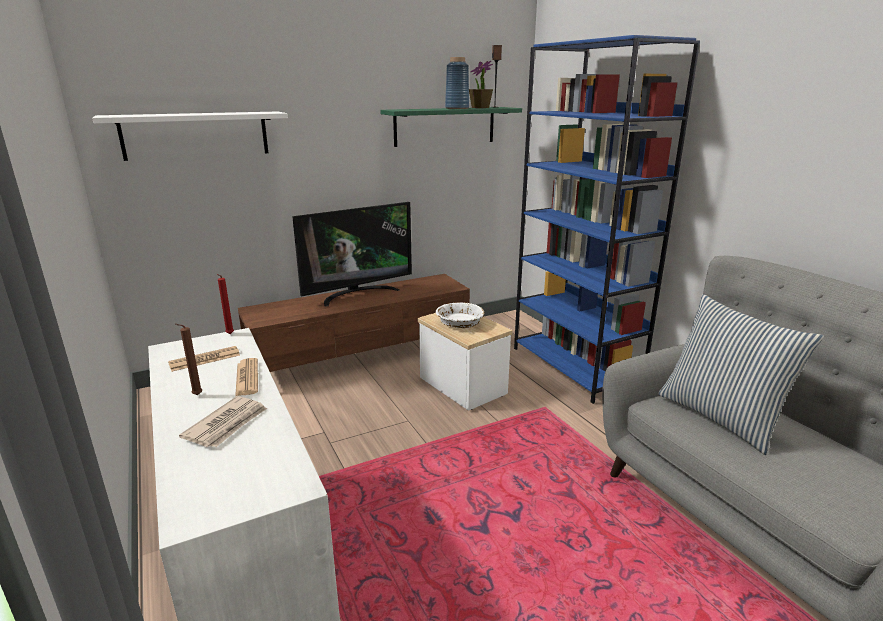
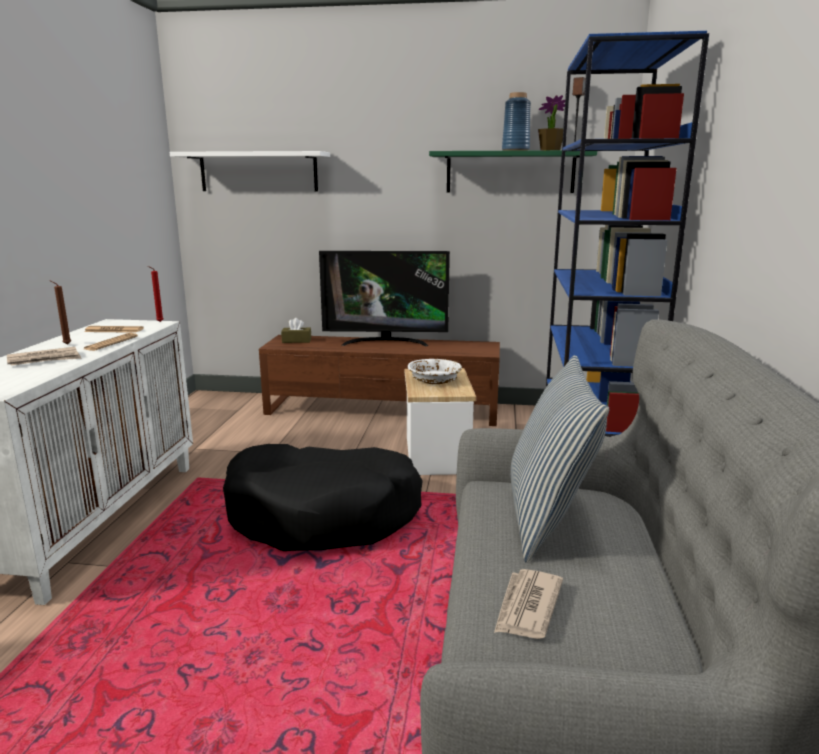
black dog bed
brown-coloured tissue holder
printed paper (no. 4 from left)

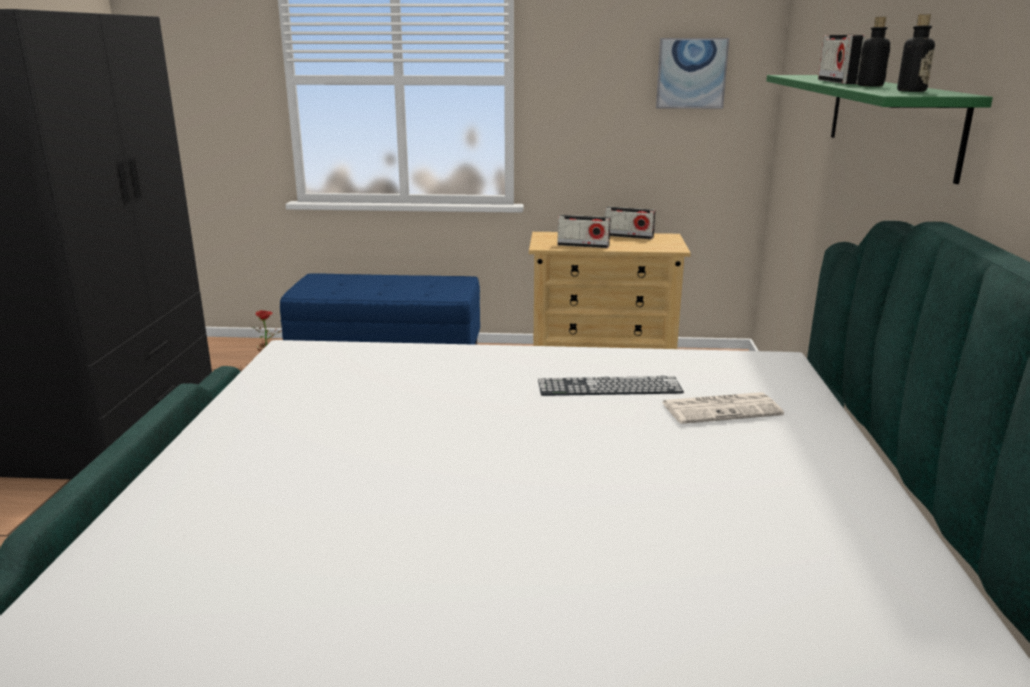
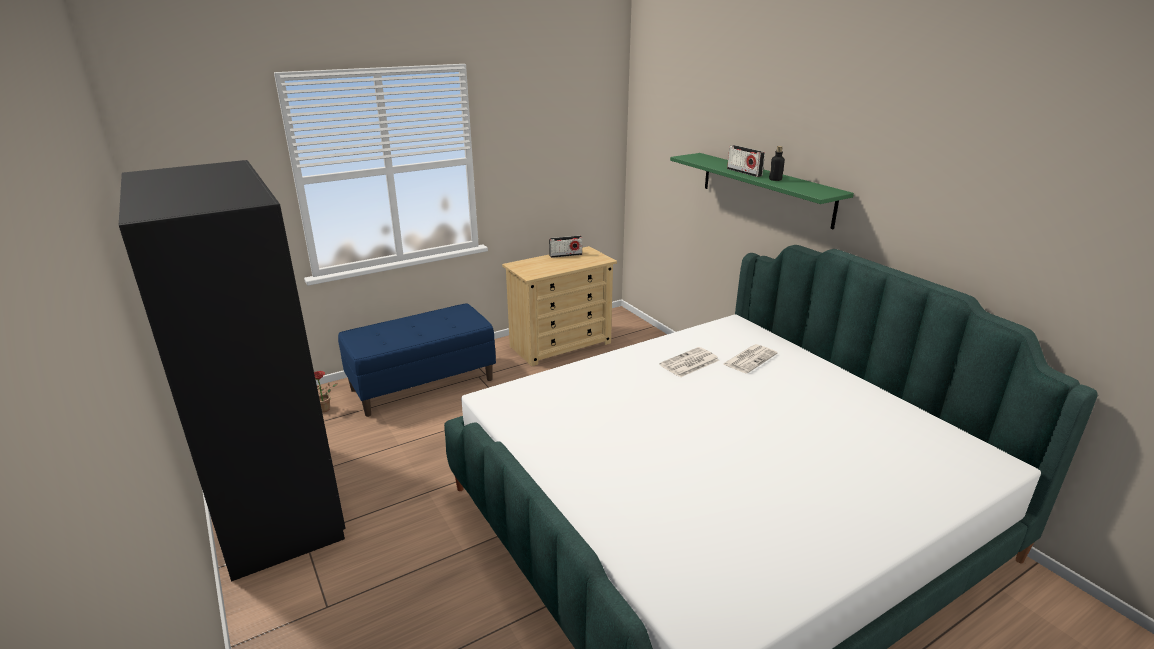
printed paper (no. 1 from left)
radio set (no. 1 from left in the first image)
wall art
beverage bottle (no. 2 from left in the first image)

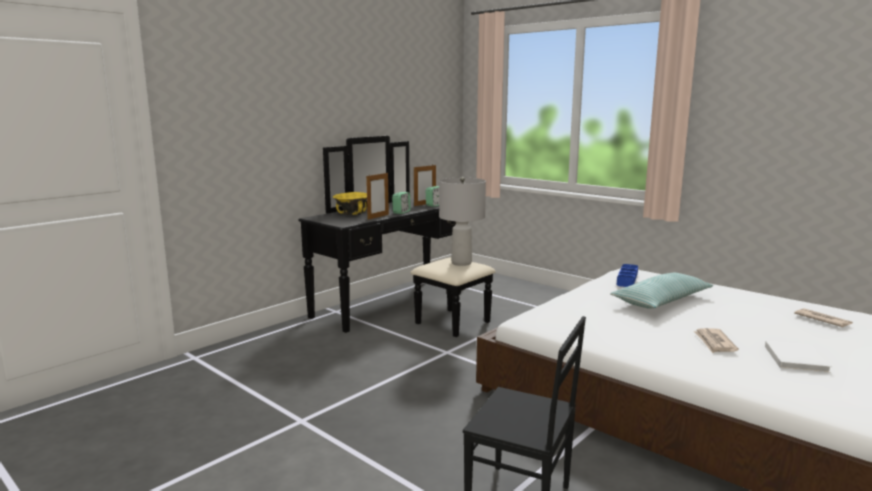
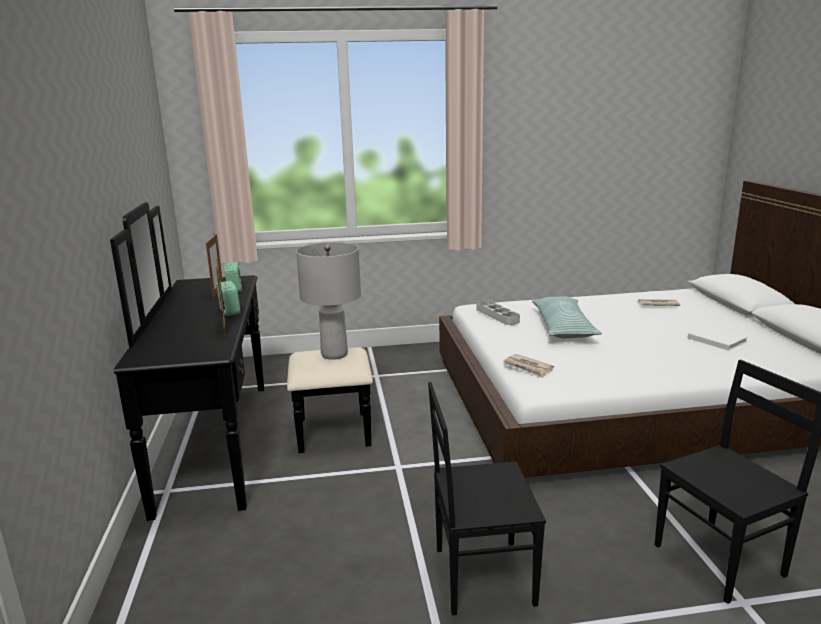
yellow serving bowl
greyish tray
printed paper (no. 1 from left)
black upright chair (no. 1 from left)

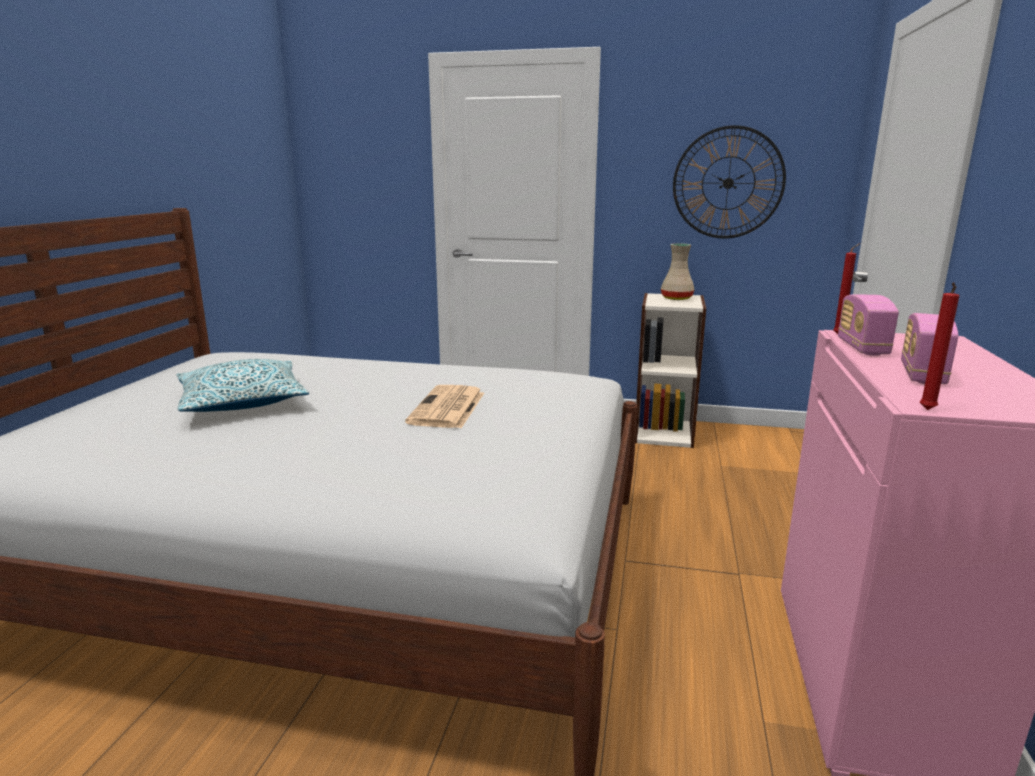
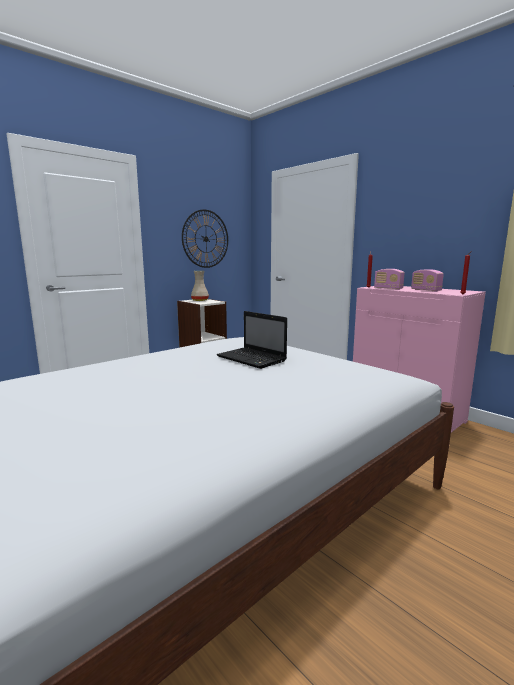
cushion
notebook computer

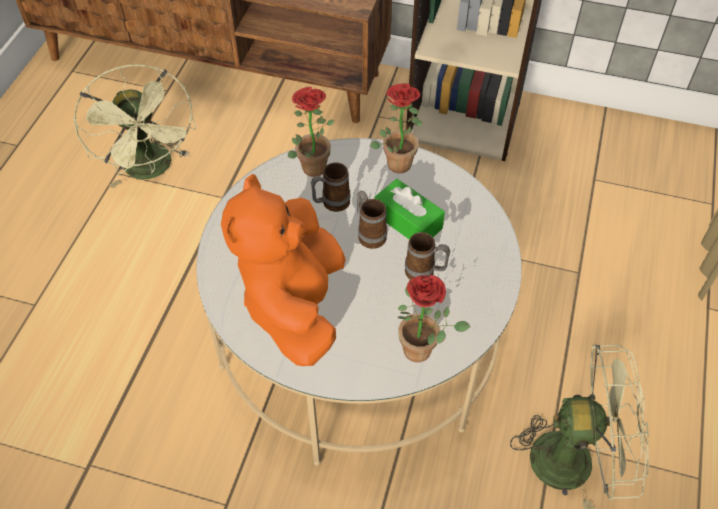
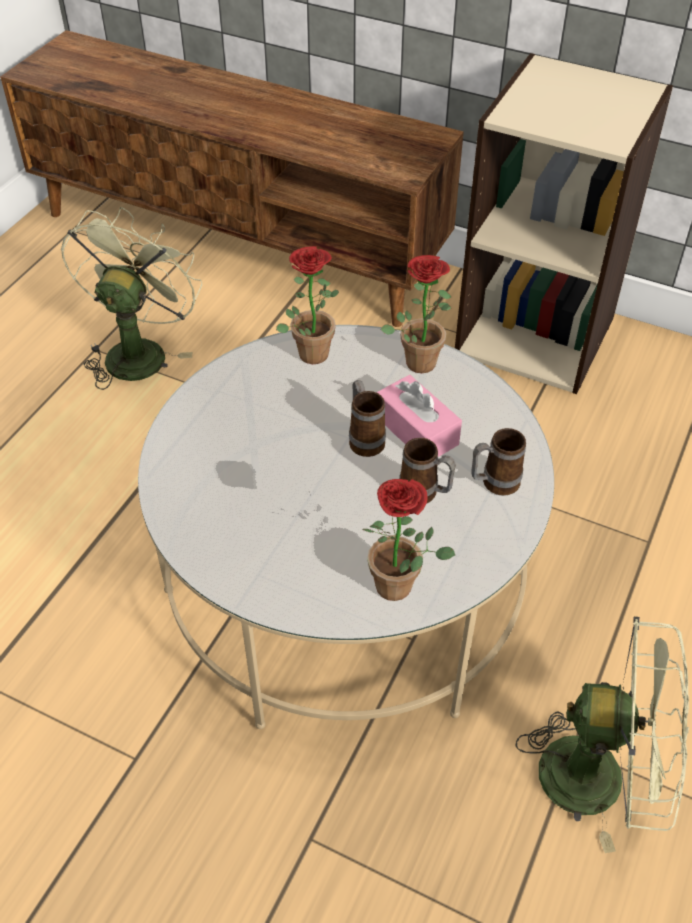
green cooling fan (no. 1 from left)
orange soft toy
tea mug (no. 3 from left)
pink-coloured tissue holder

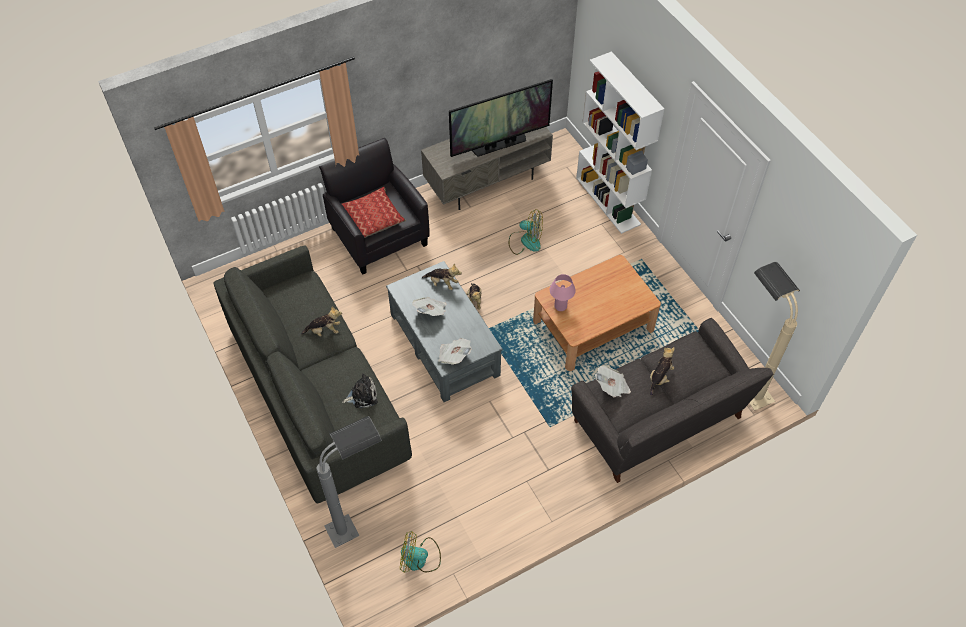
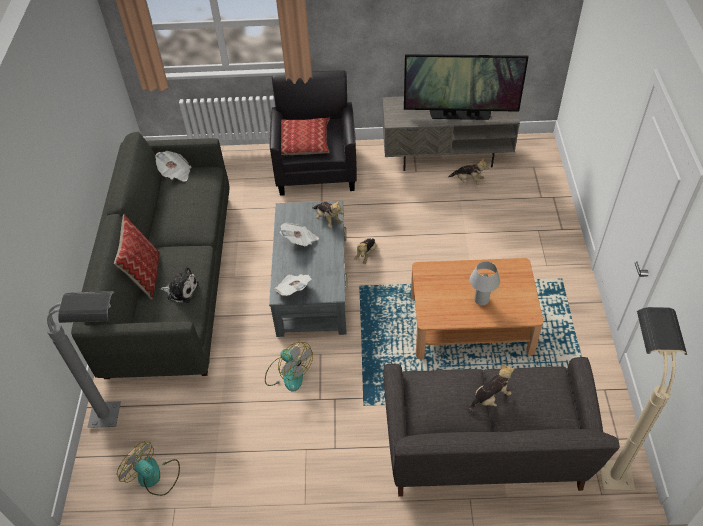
soft toy (no. 4 from left)
cooling fan (no. 2 from left)
pink-coloured table lamp
white-coloured bookshelf
printed paper (no. 1 from left)
cushion (no. 1 from left)
white-coloured table lamp

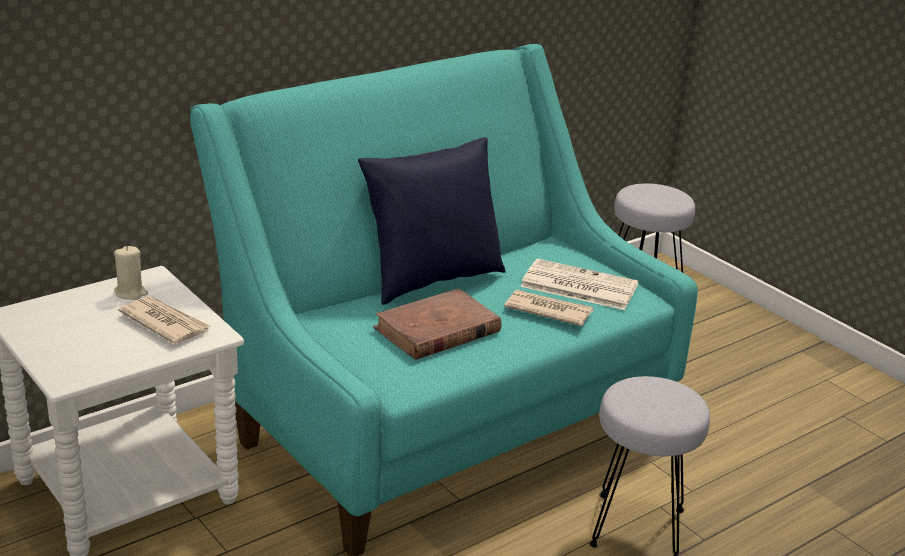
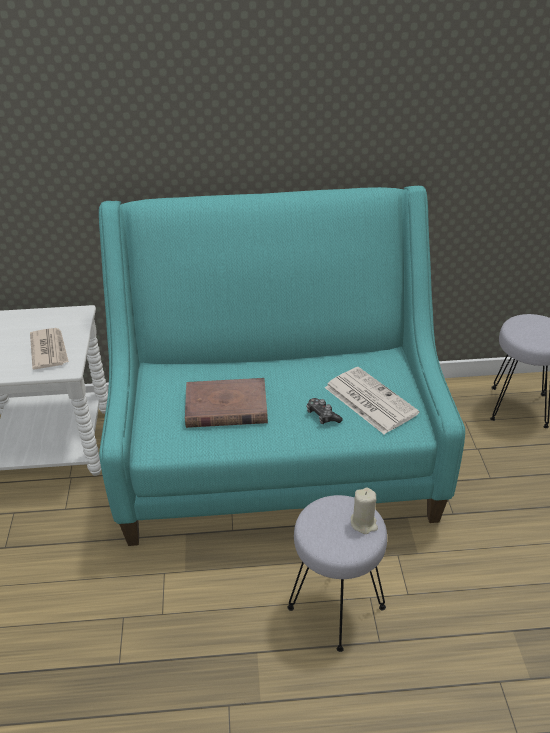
sand-coloured wax light
bluish cushion
game controller

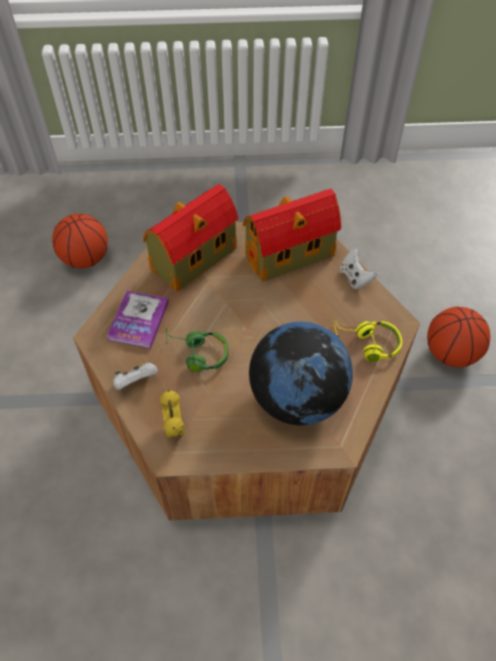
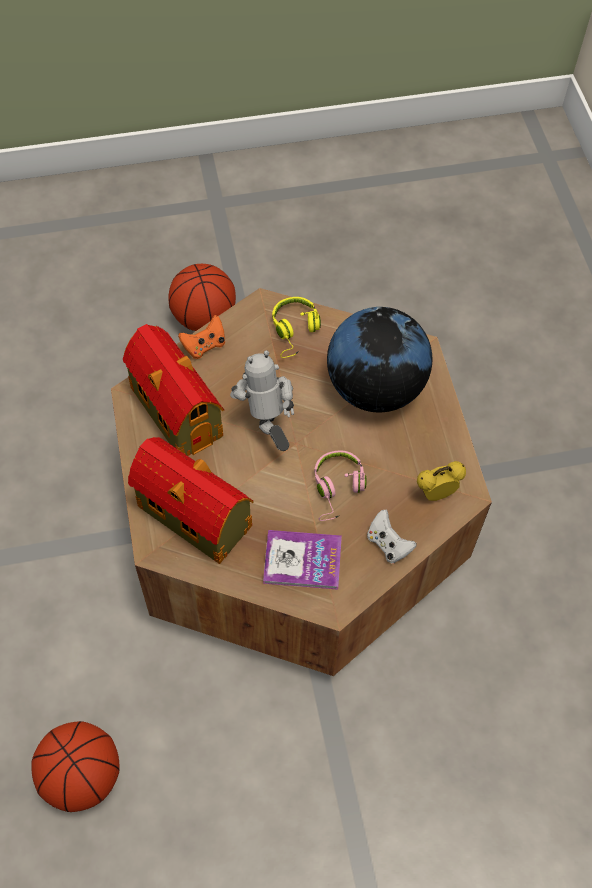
pink-coloured headset
orange game controller
toy robot

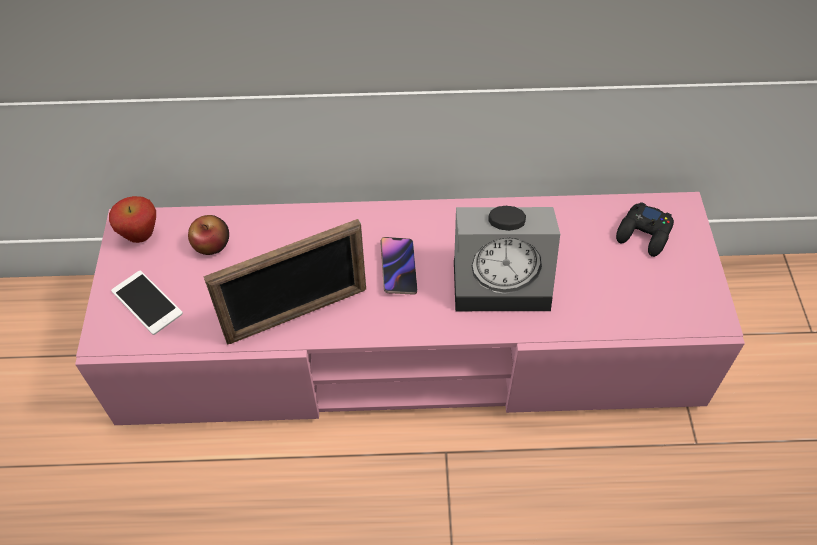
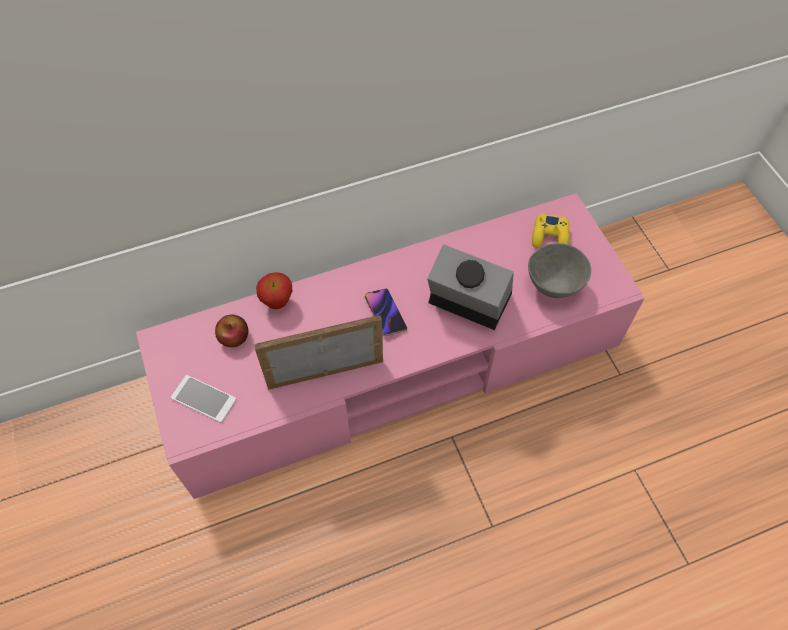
apple (no. 2 from left)
standing frame
bedside clock
yellow game controller
greyish serving bowl

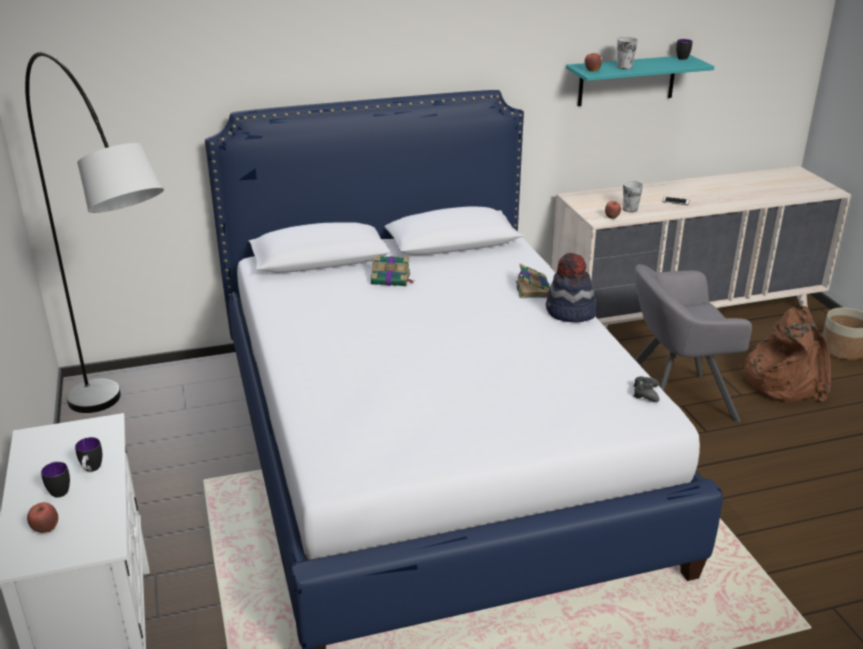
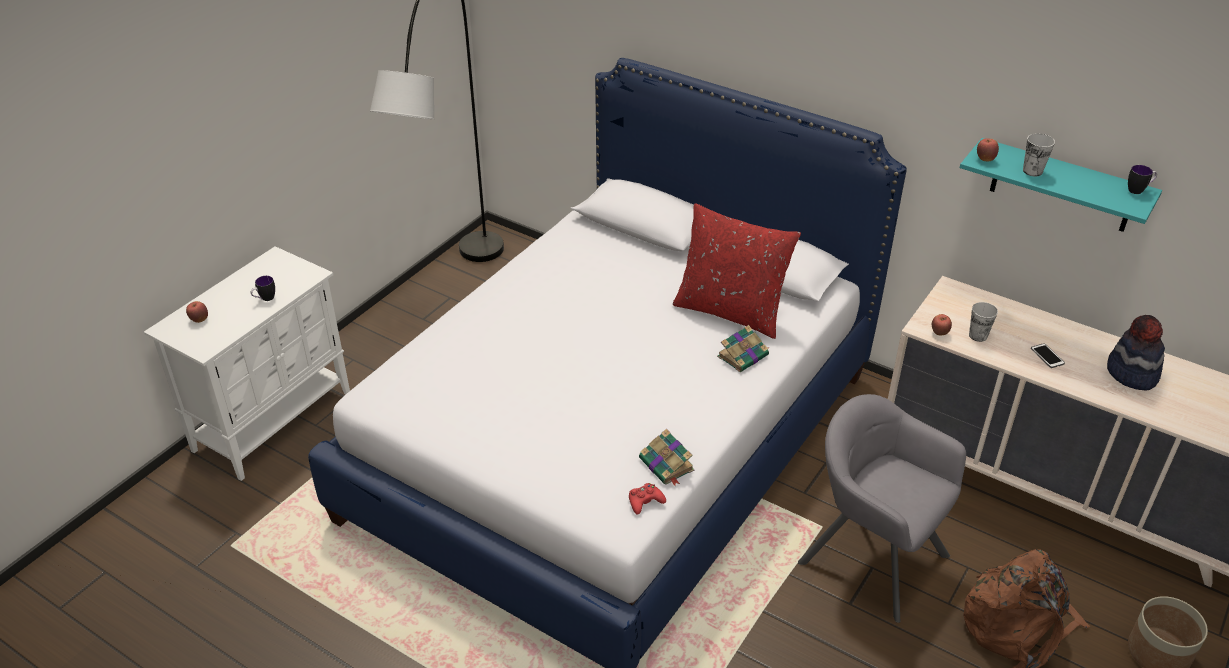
tea mug (no. 1 from left in the first image)
volume (no. 1 from left)
wearable hat
red-coloured game controller
red-coloured cushion

